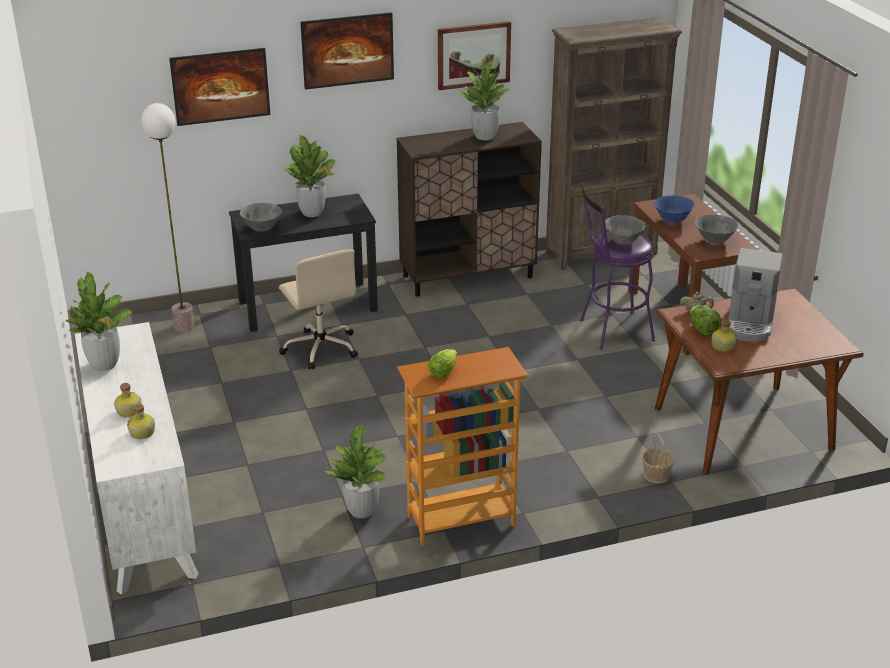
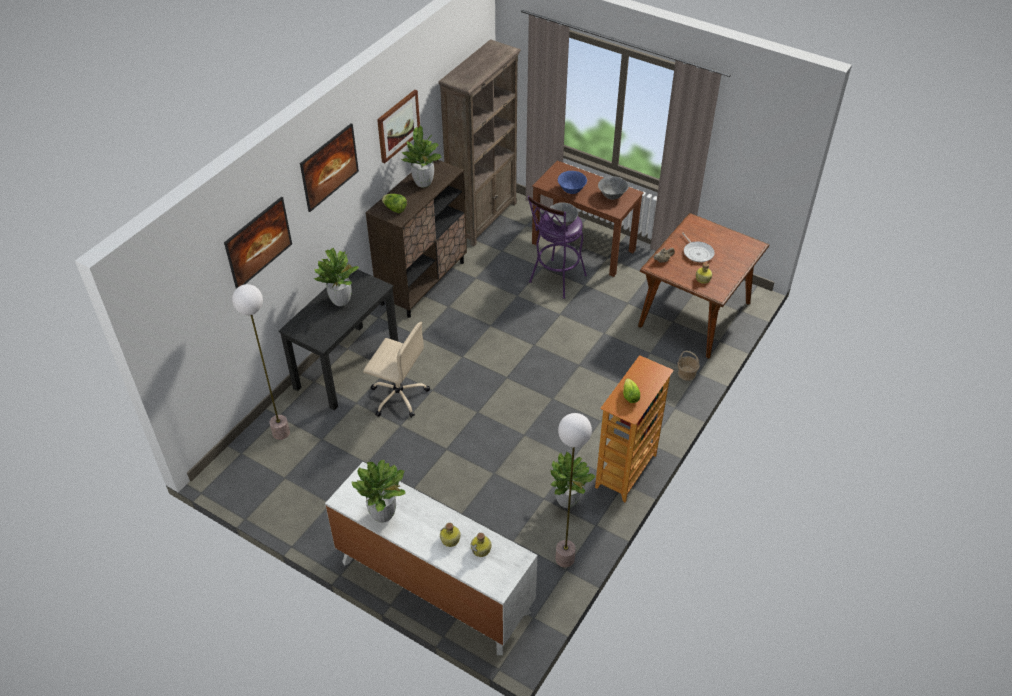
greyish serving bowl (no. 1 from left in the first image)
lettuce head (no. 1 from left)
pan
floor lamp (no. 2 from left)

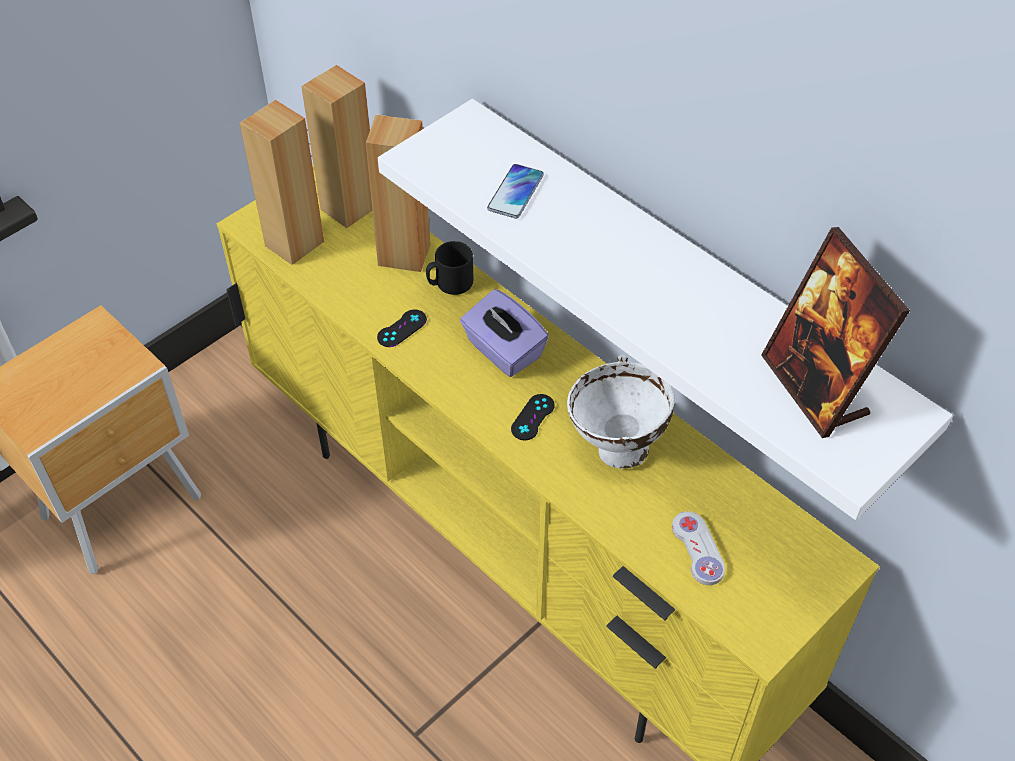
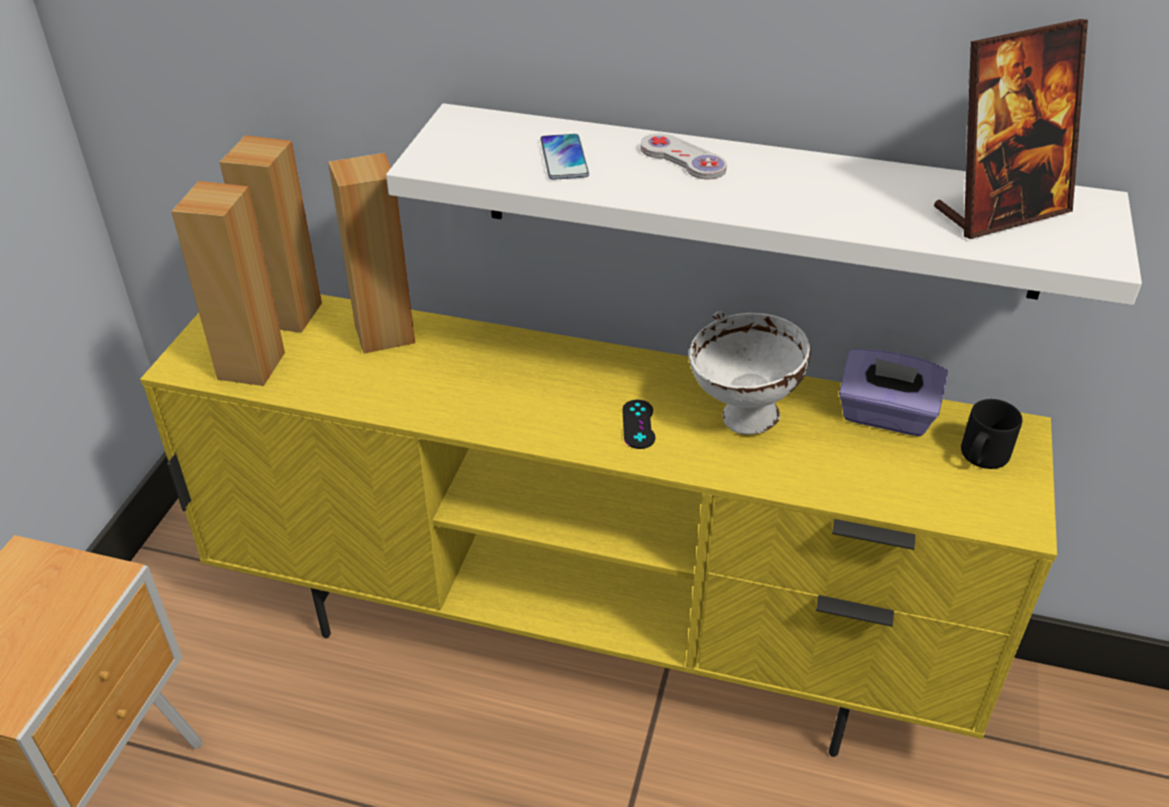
black game controller (no. 1 from left in the first image)
black tea mug
purplish tissue holder
white-coloured game controller
standing frame

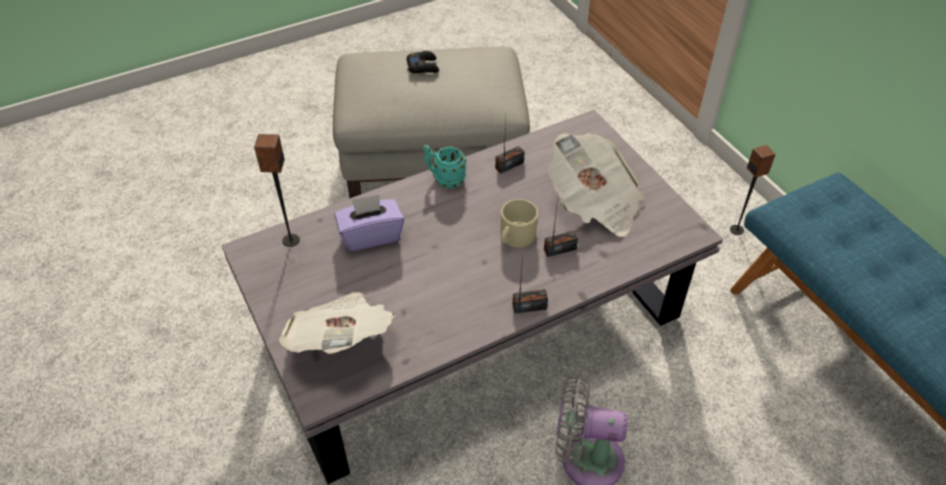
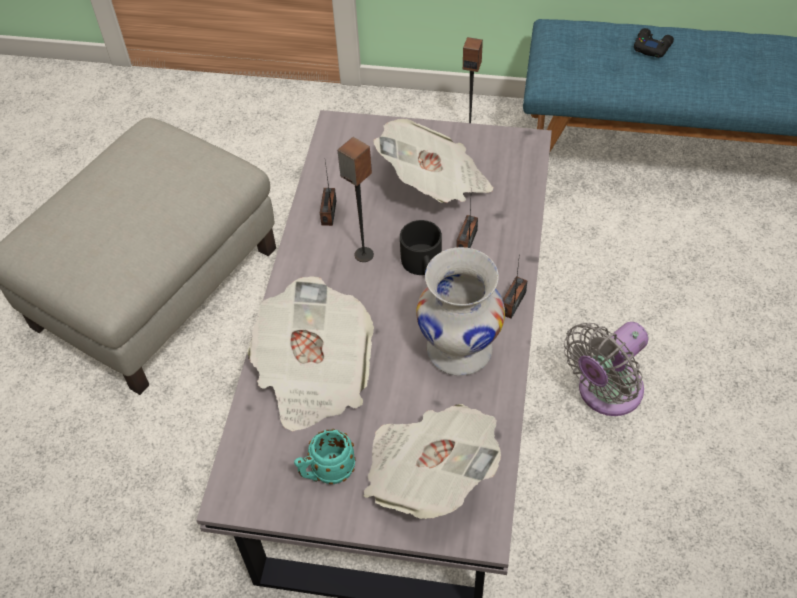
audio speaker (no. 1 from left)
printed paper (no. 1 from left)
black game controller
turquoise-coloured tea mug
black tea mug
white-coloured flower vase

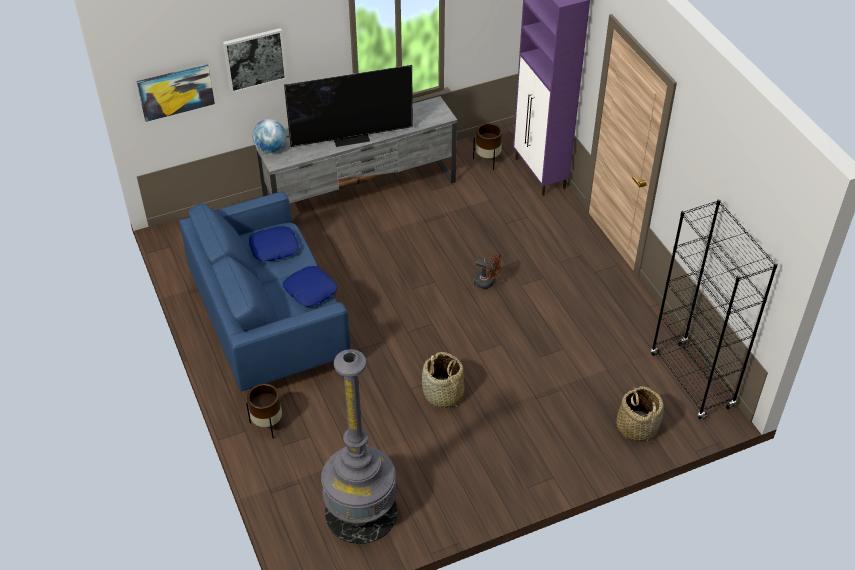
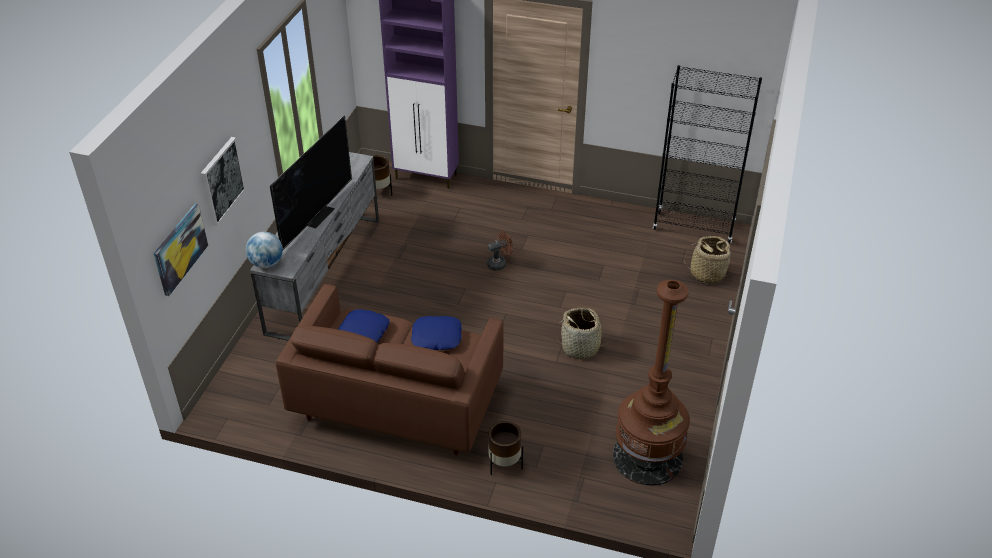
brown-coloured couch
brown-coloured floor lamp

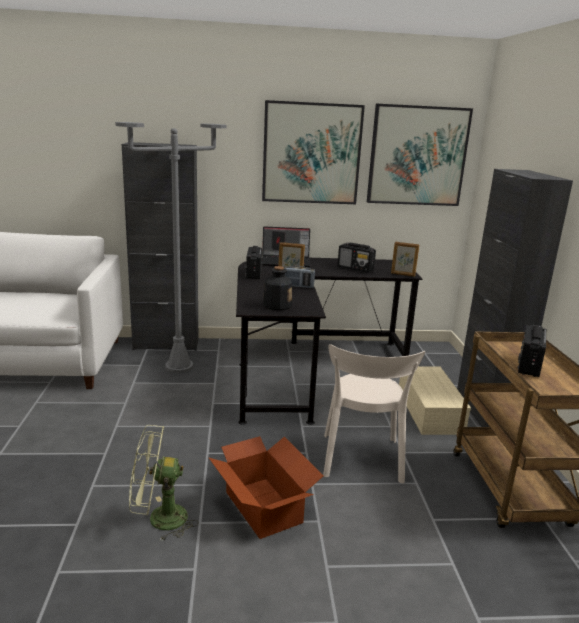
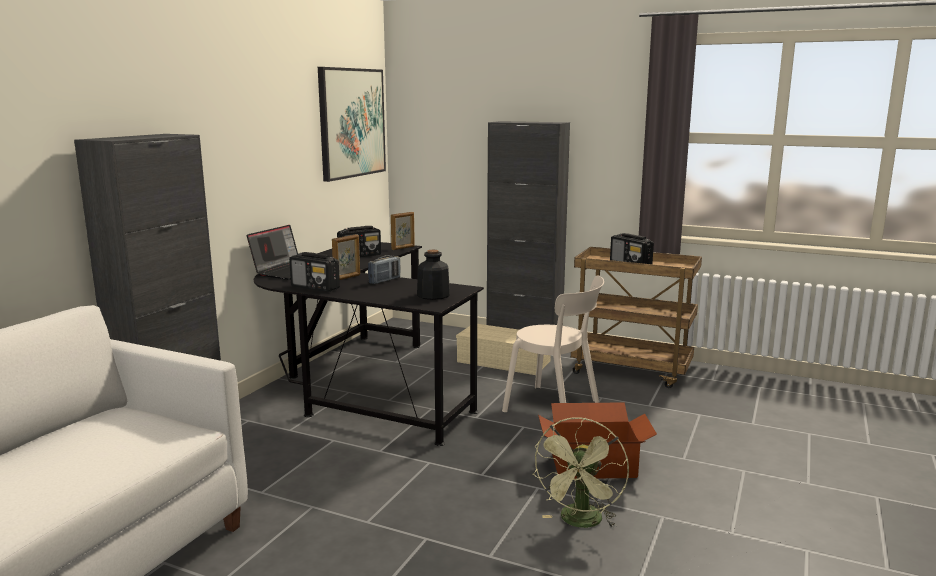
greyish floor lamp
wall art (no. 1 from left in the first image)

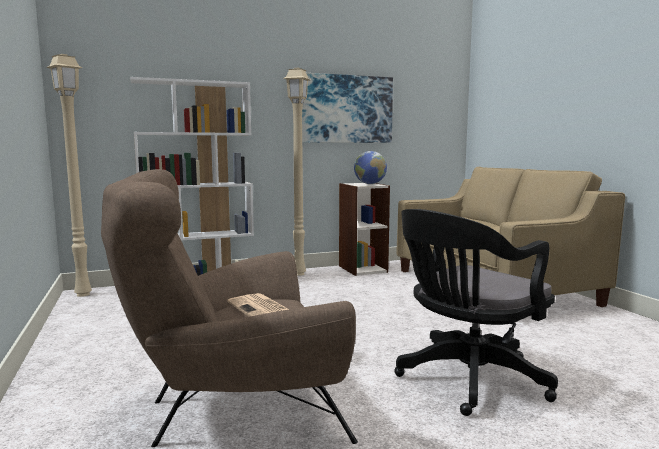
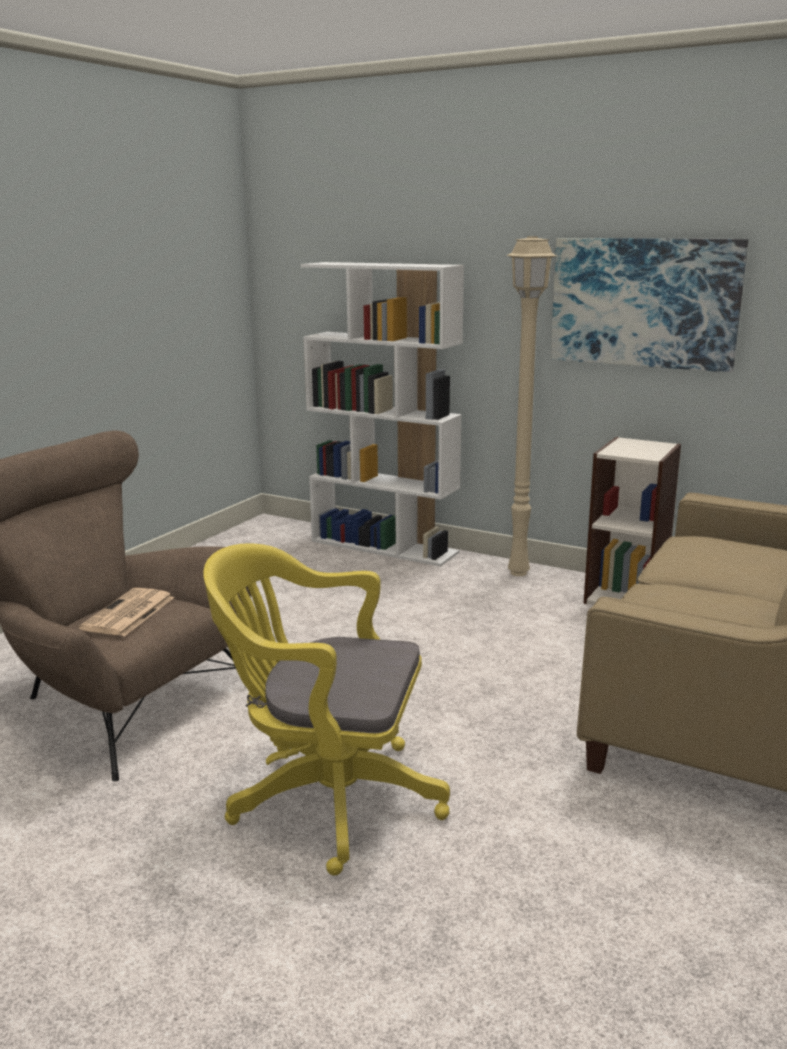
sand-coloured floor lamp (no. 1 from left in the first image)
world globe
yellow computer chair

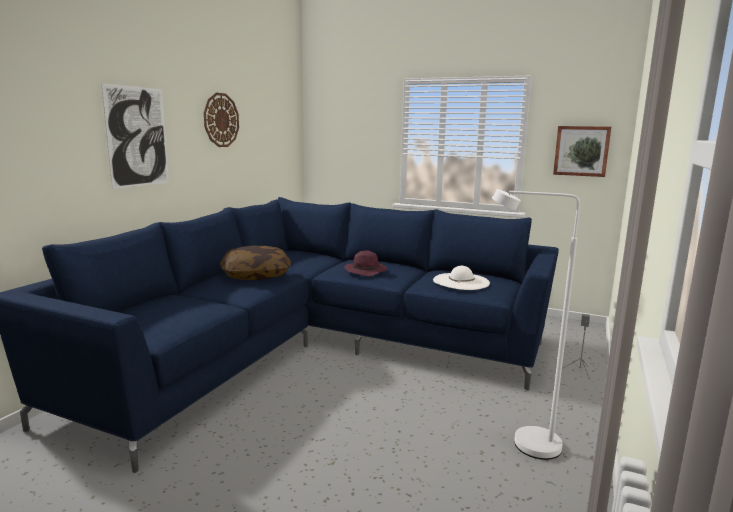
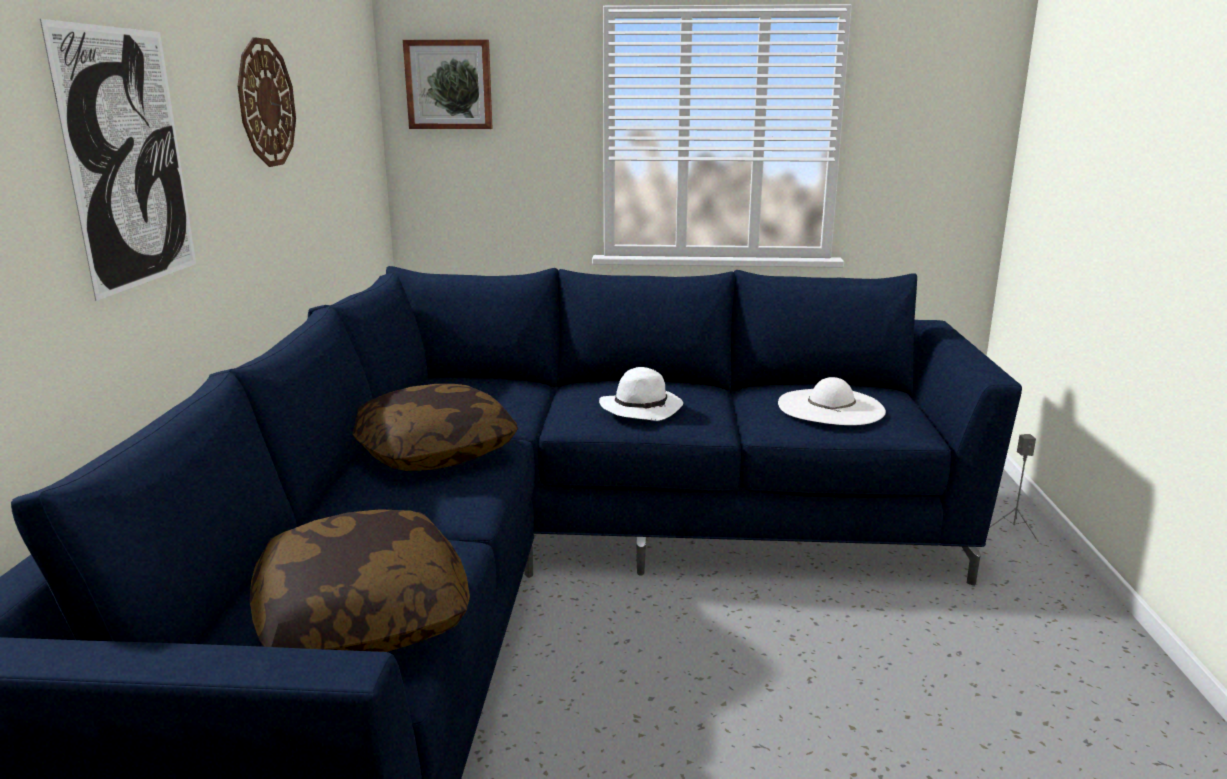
white-coloured wearable hat (no. 1 from left)
white-coloured floor lamp
wall art (no. 2 from left)
cushion (no. 1 from left)

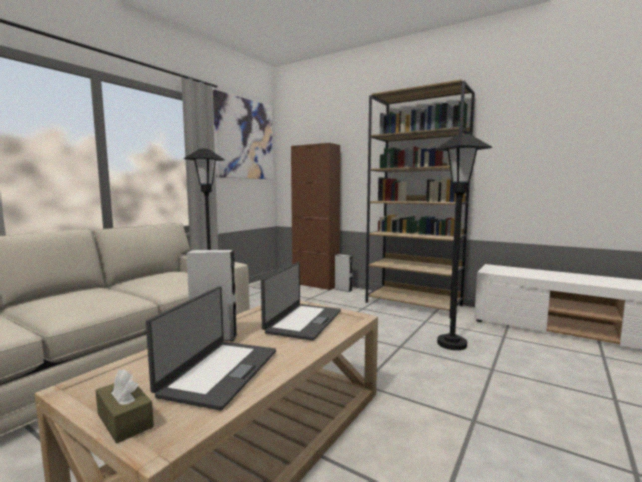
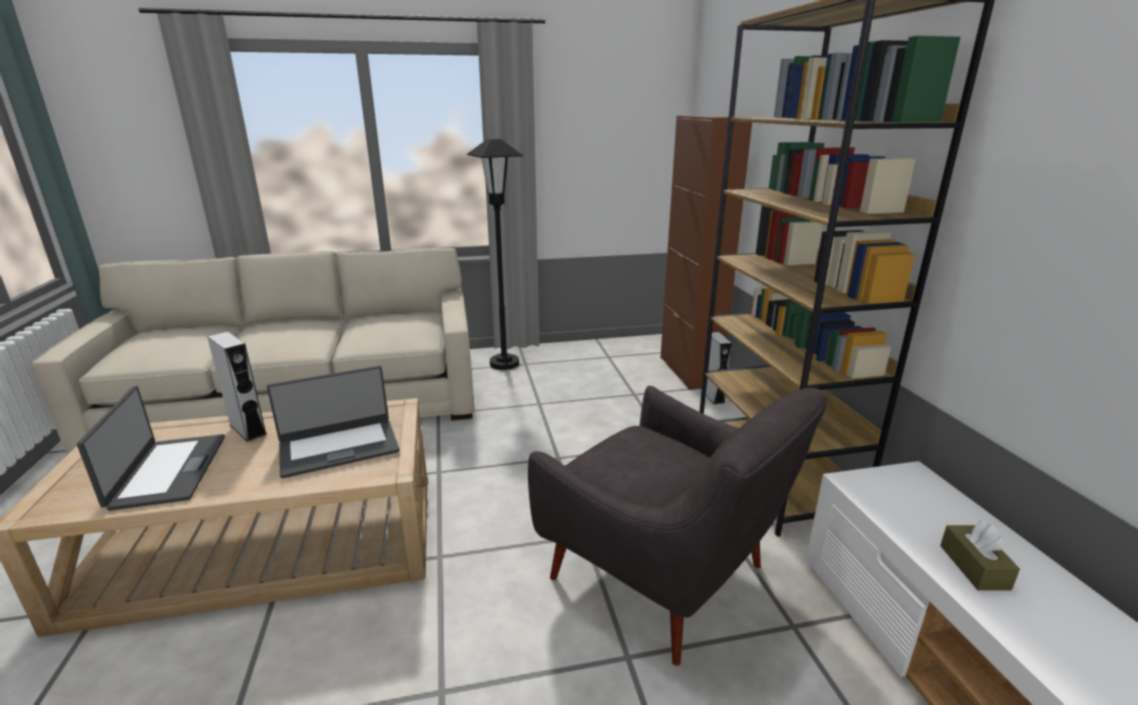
brown-coloured tissue holder
notebook computer (no. 1 from left)
wall art
greyish armchair

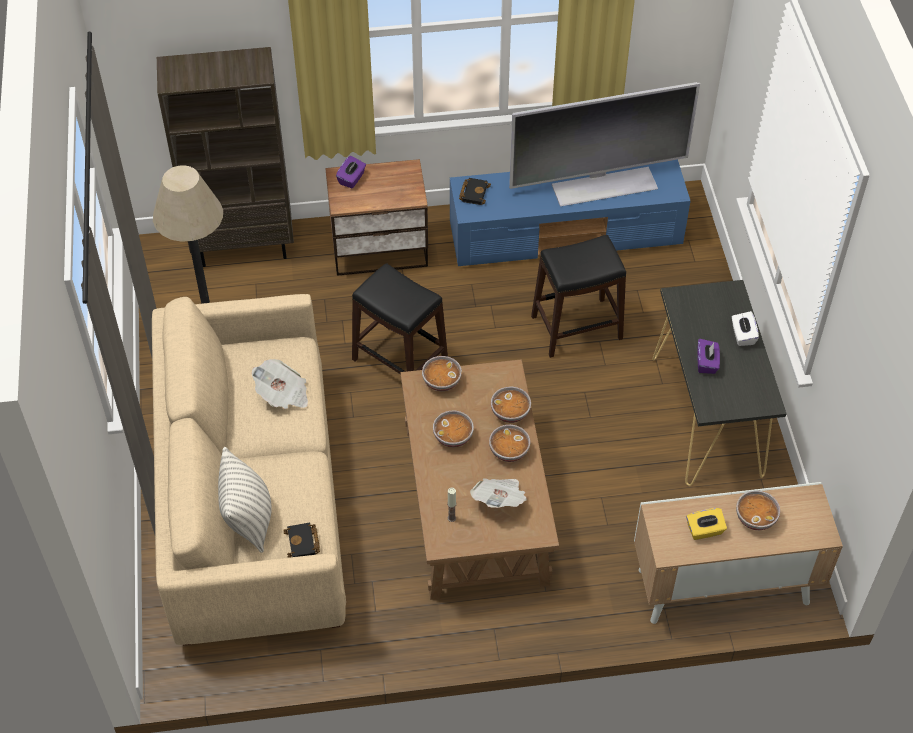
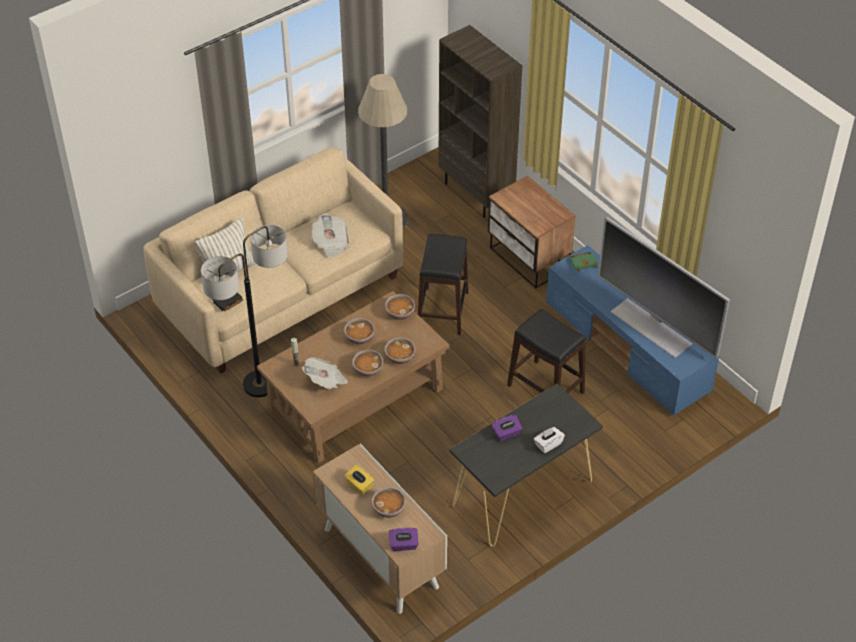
purplish tissue holder (no. 1 from left)
green volume
floor lamp (no. 1 from left)

